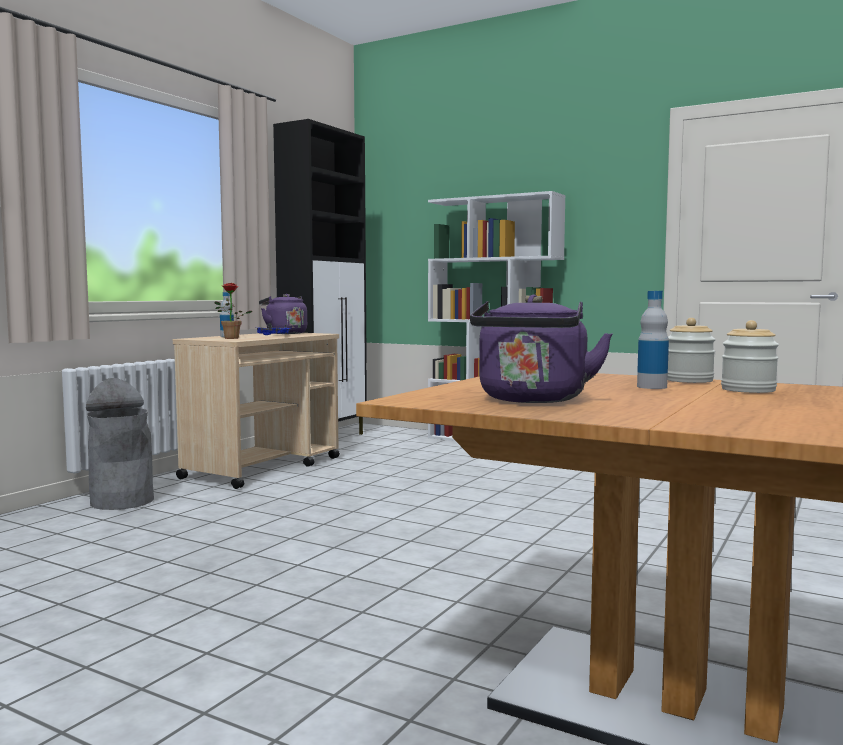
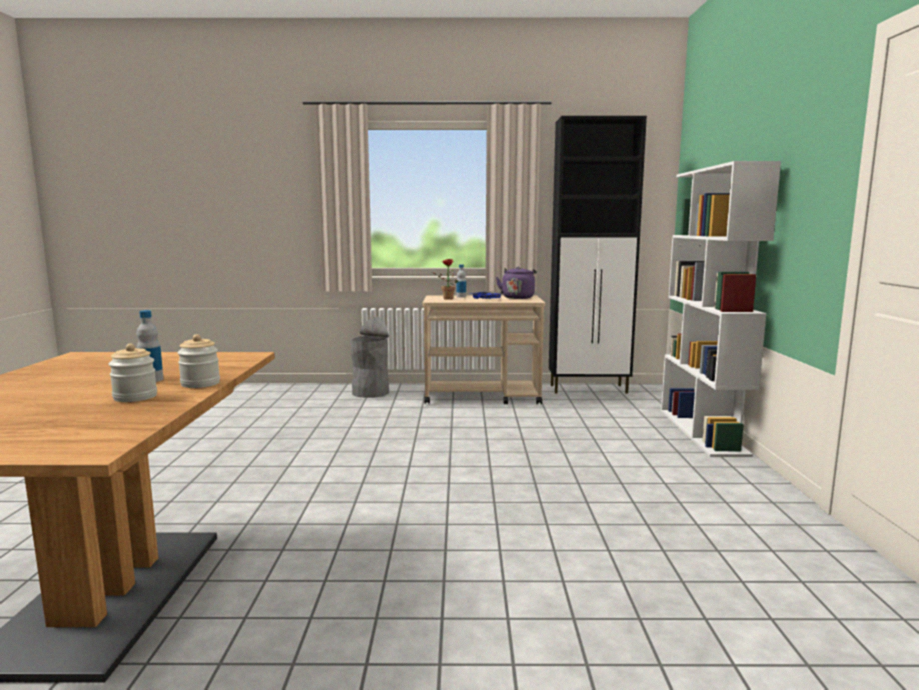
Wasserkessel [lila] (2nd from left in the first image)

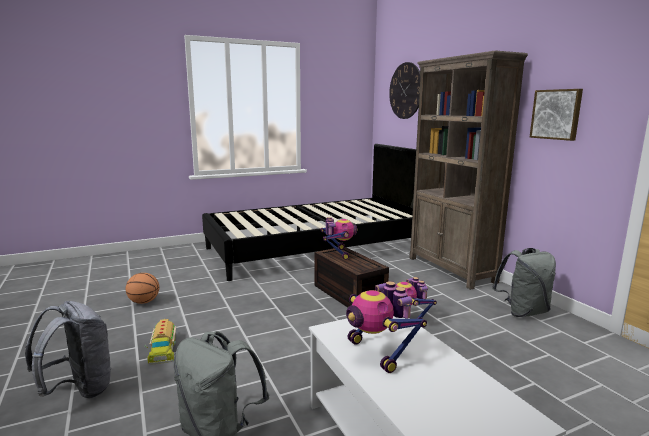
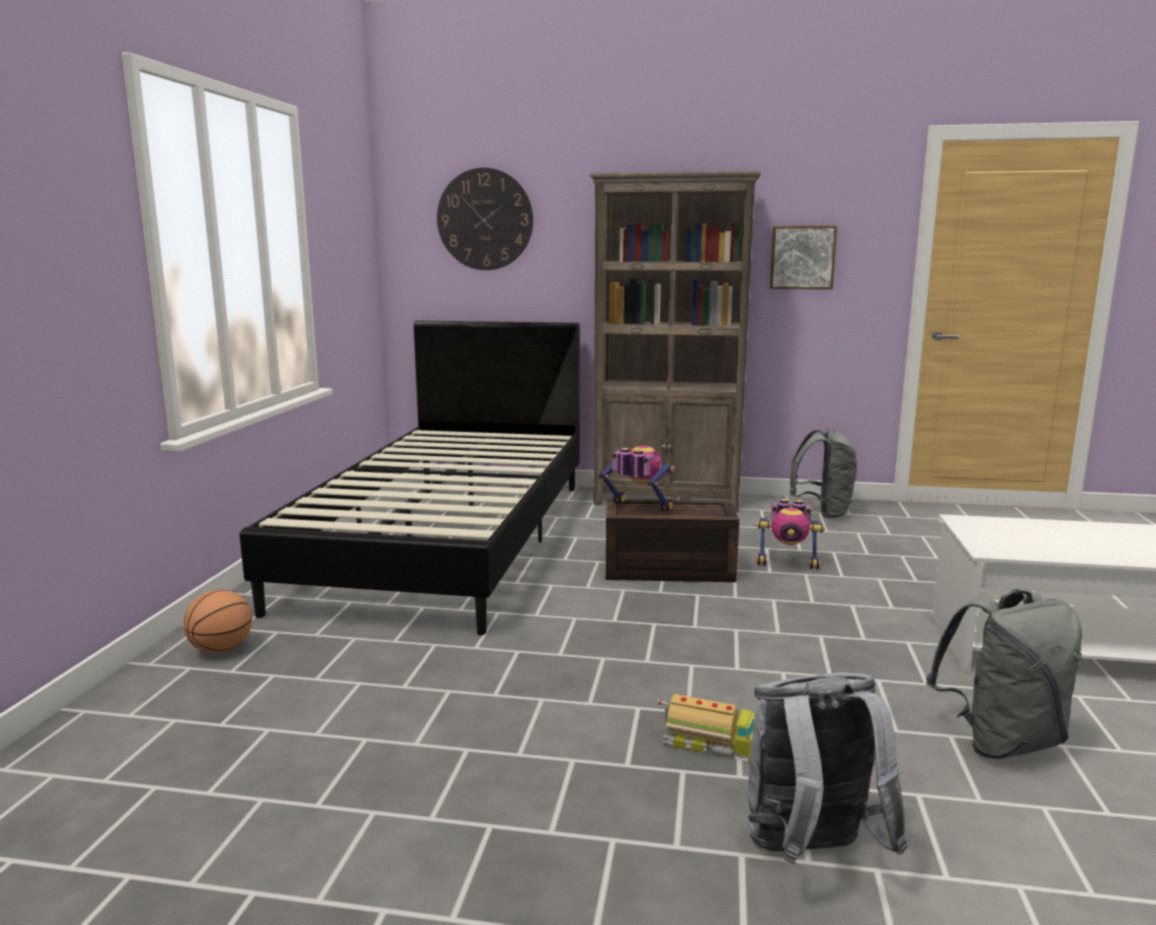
Basketball; Spielzeugroboter (2nd from left in the first image)

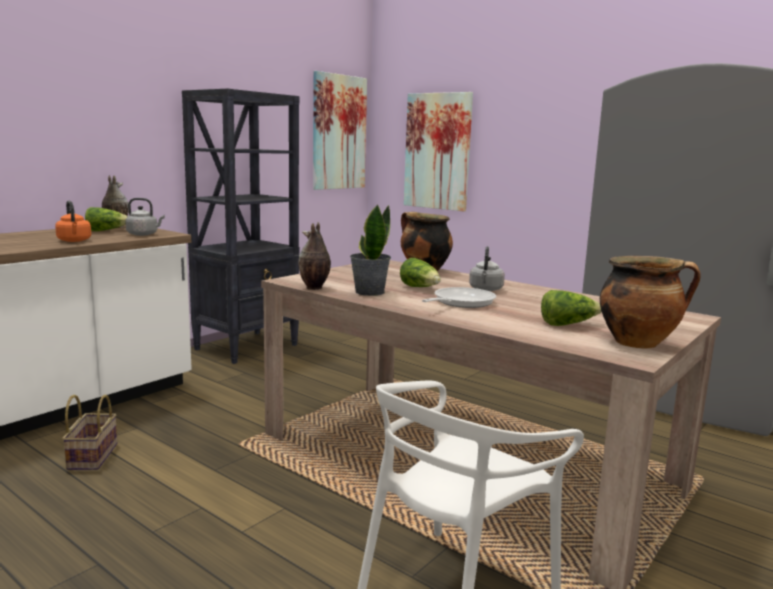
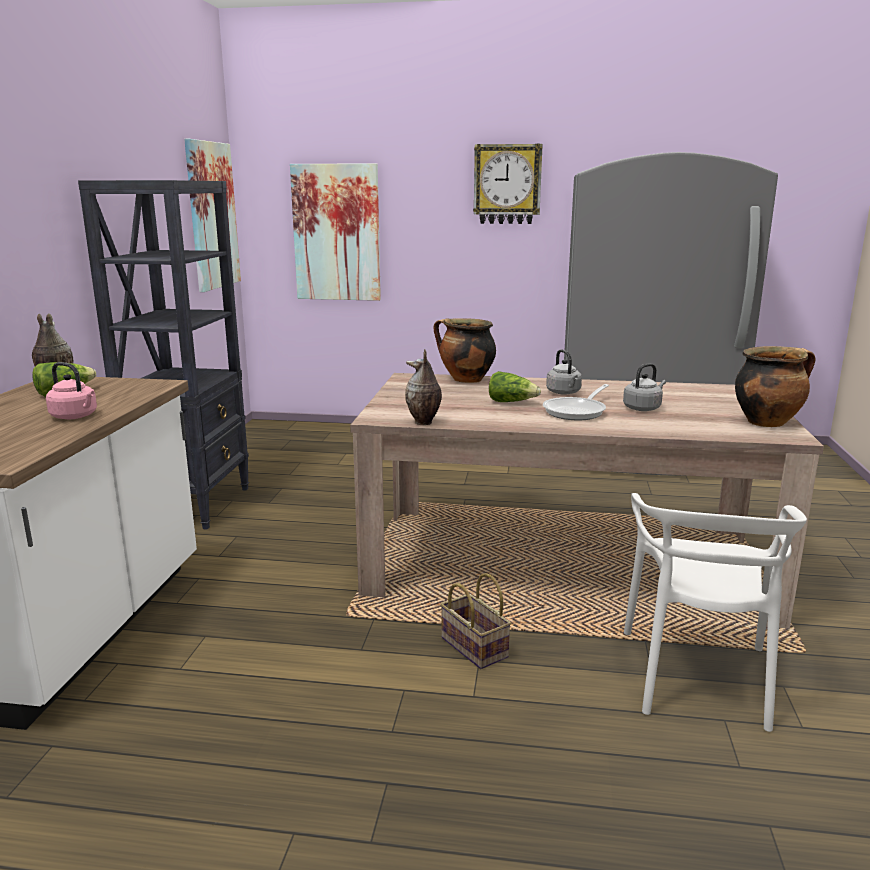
Wasserkessel [rosa]; Korb; Wasserkessel [grau] (2nd from left); Topfpflanze; Pfanne; Salatkopf (3rd from left in the first image); Wanduhr

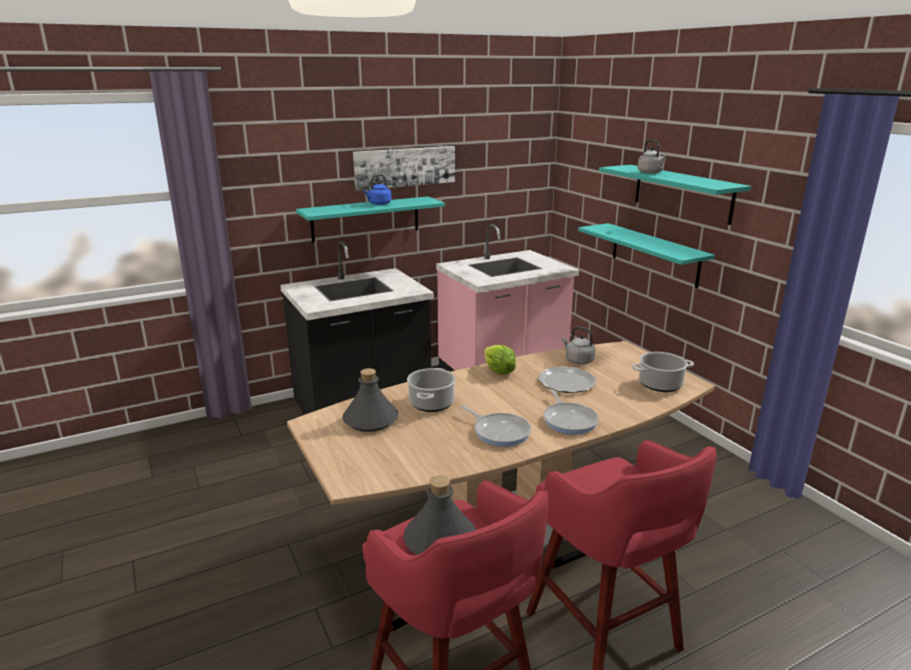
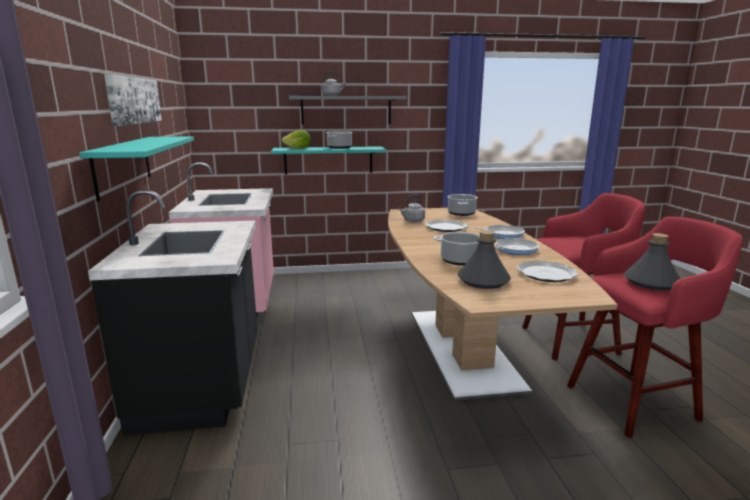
Wasserkessel [blau]; Salatkopf; Wandregal [grau]; Kochtopf (1st from left); Teller (2nd from left)

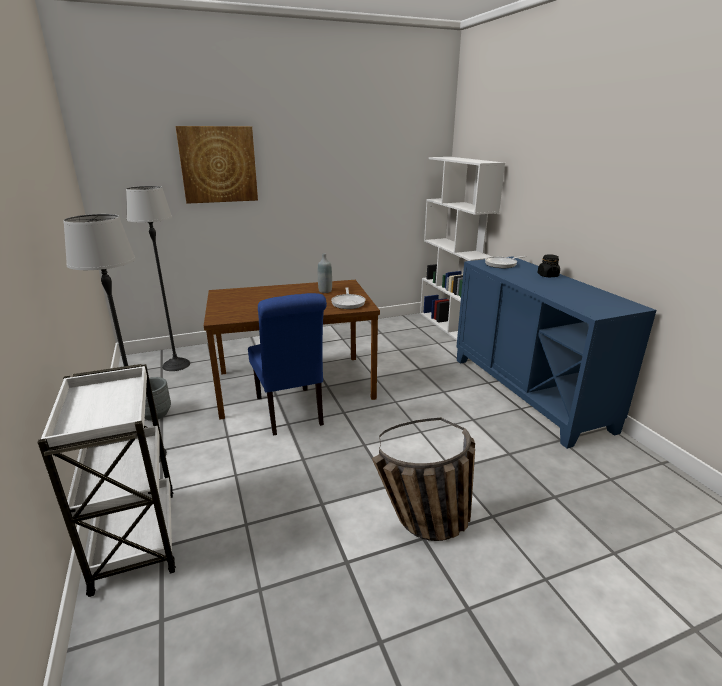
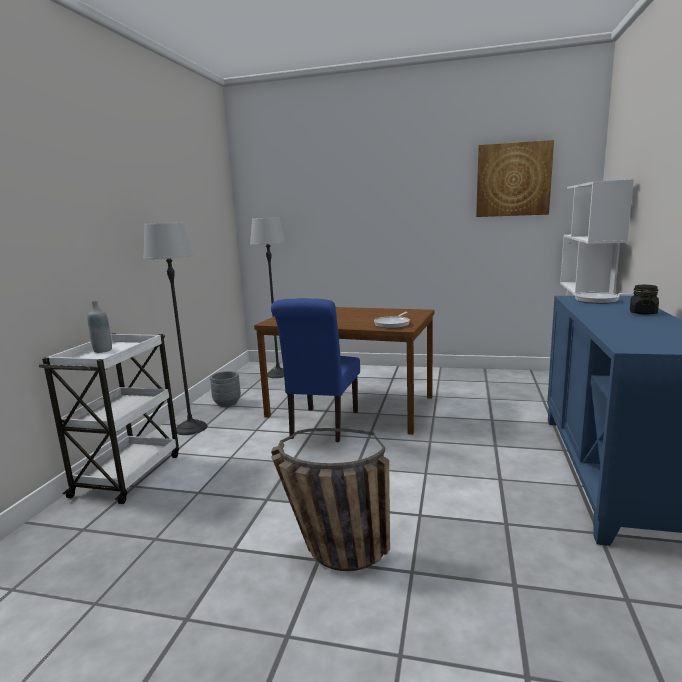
Bild; Flasche [grau]

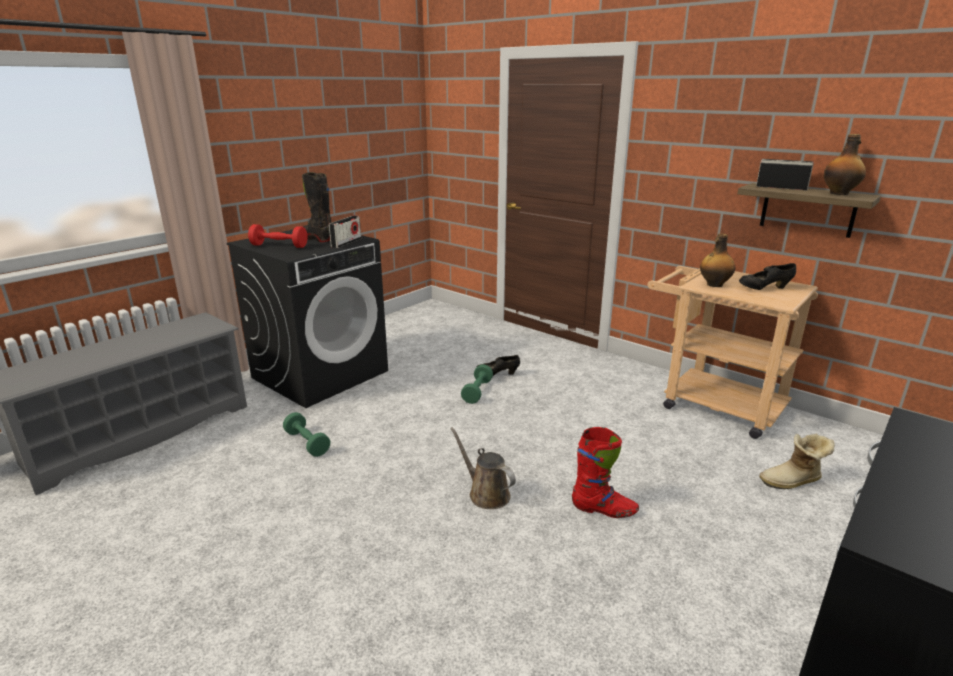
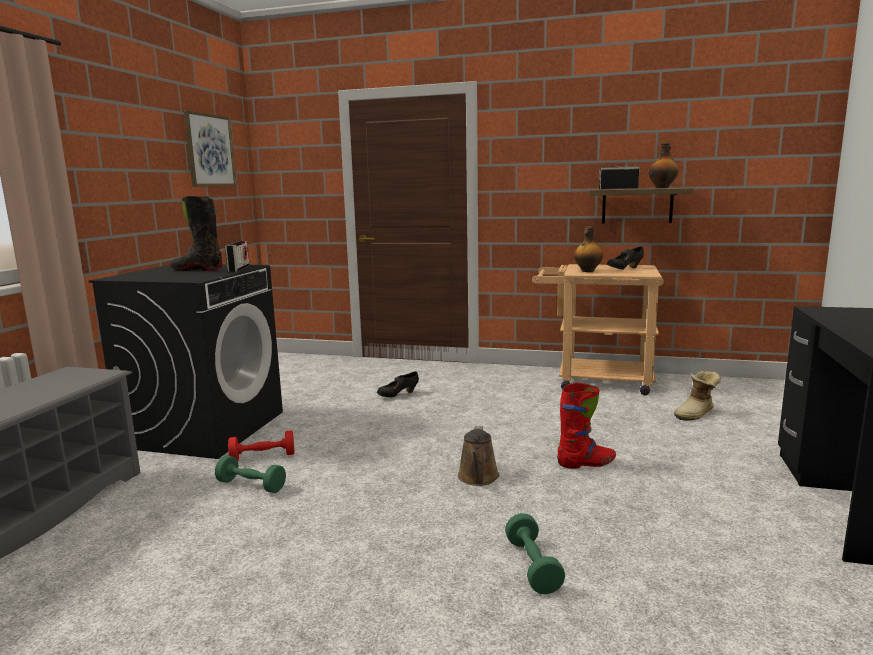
Hantel [rot]; Gießkanne [braun]; Hantel [grün] (2nd from left); Bild

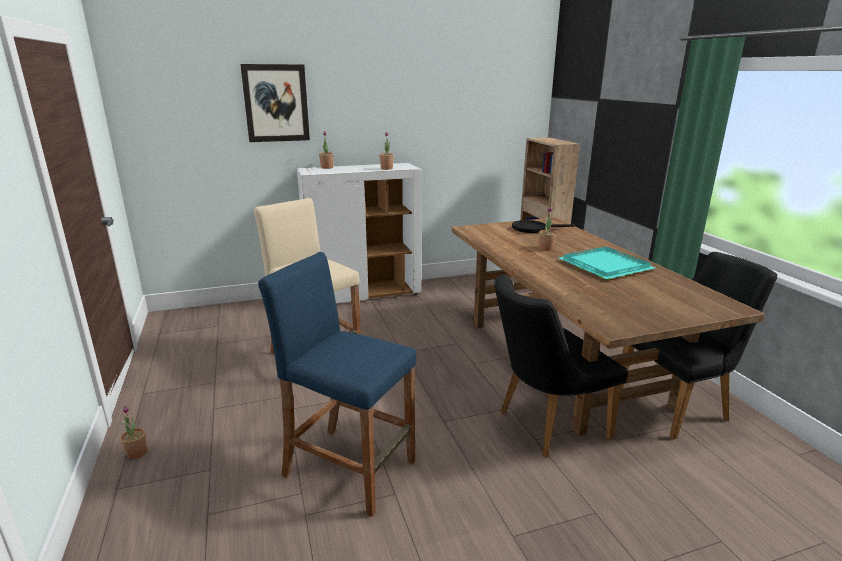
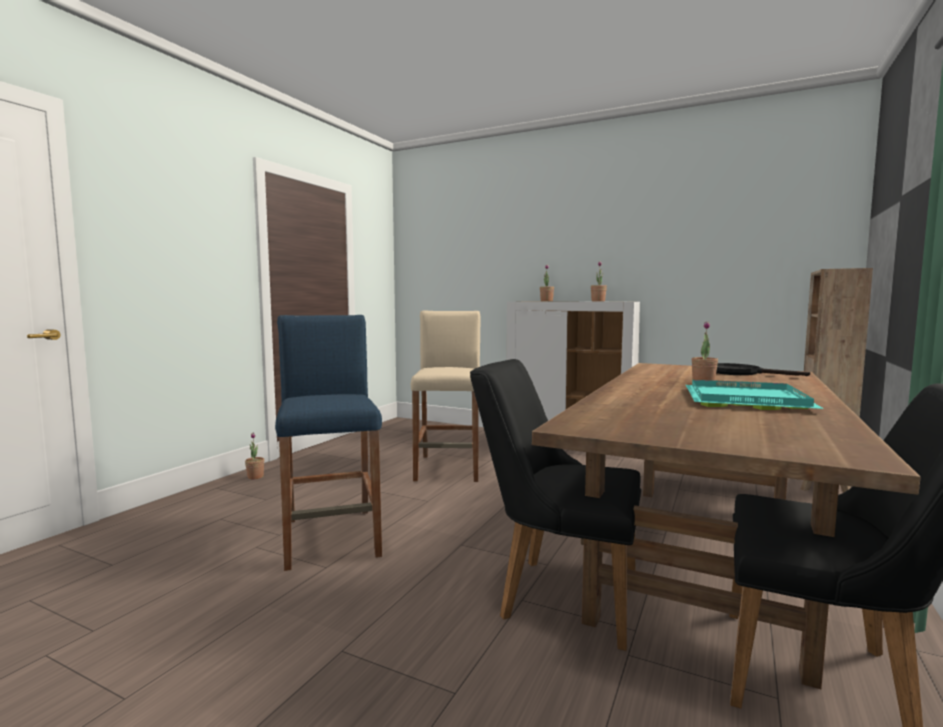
Bild

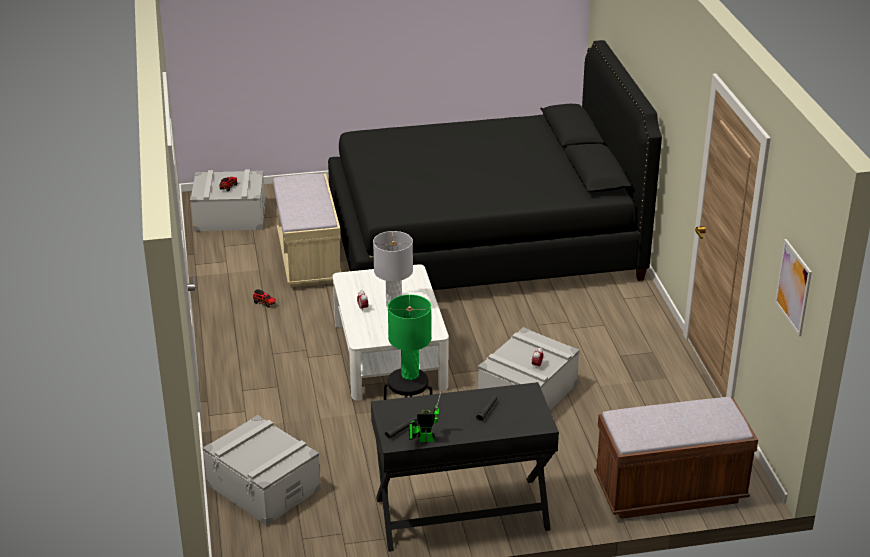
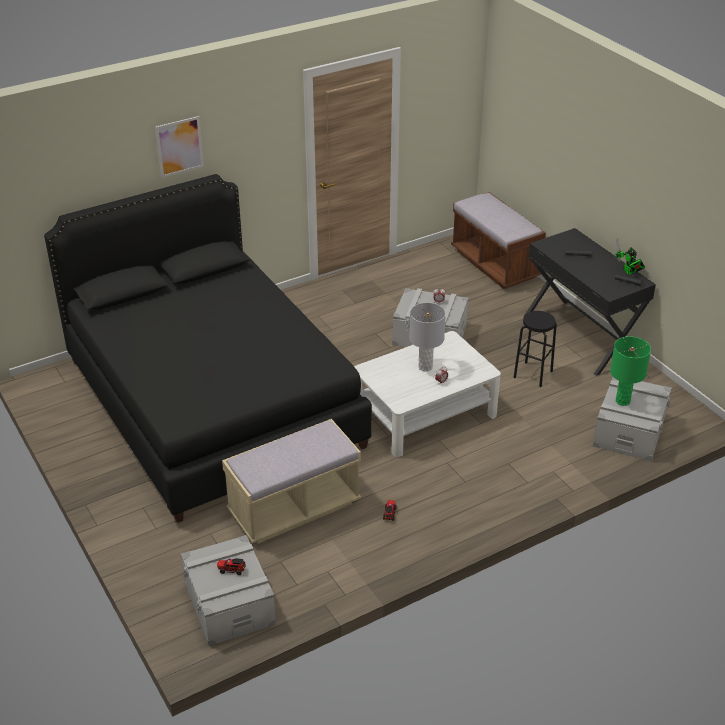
Tischlampe [grün]; Bild

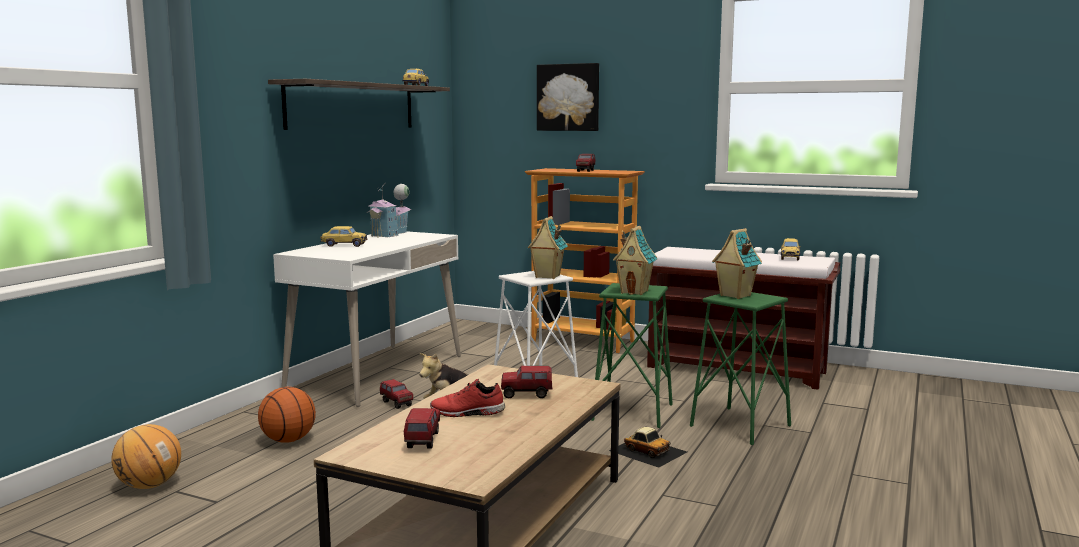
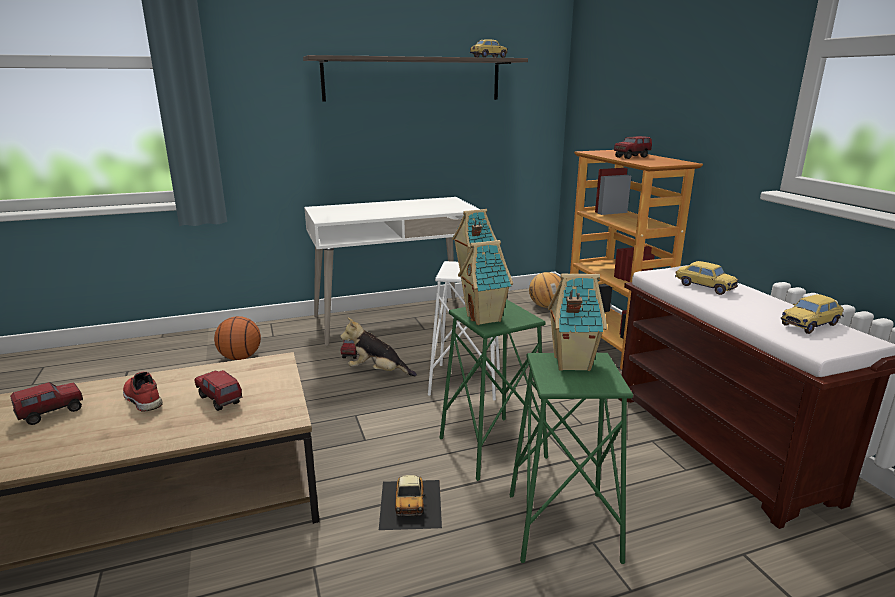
Basketball (2nd from left); Spielzeugauto (3rd from left); Spielzeughaus (1st from left in the first image); Bild

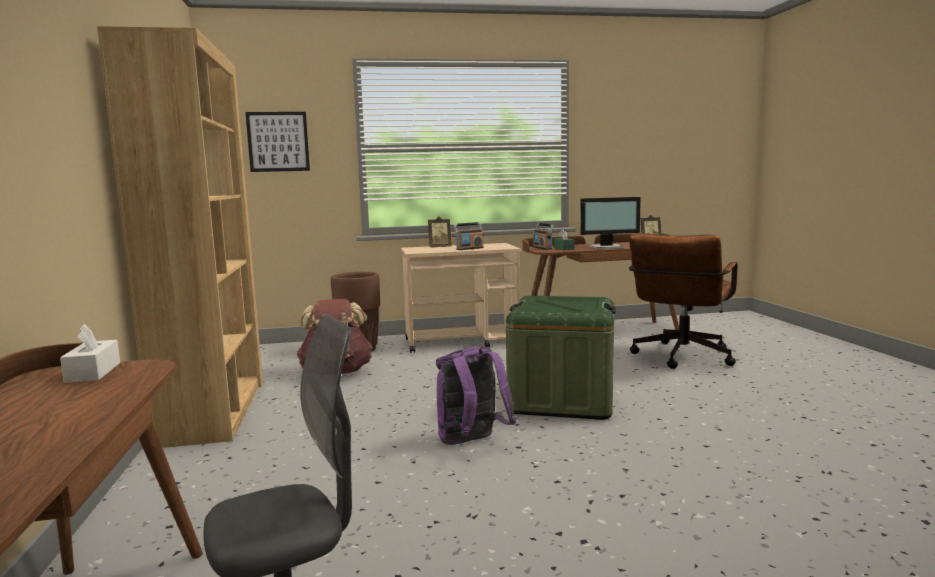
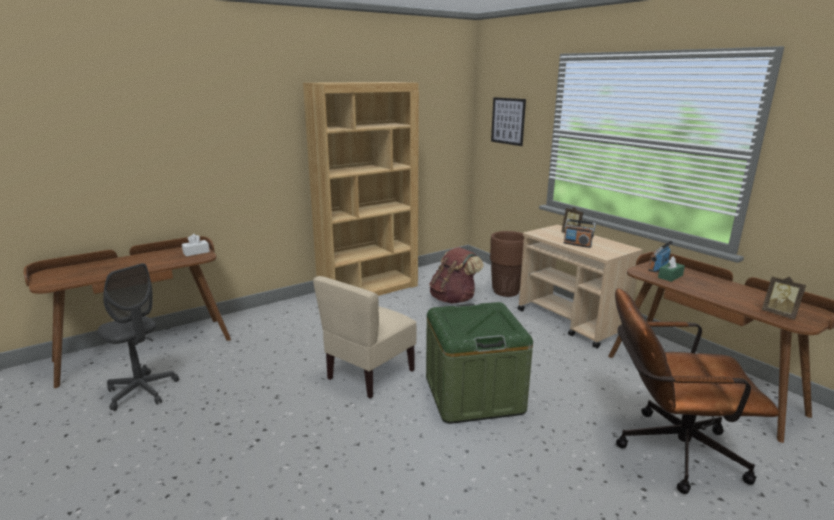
Stuhl [beige]; Monitor

